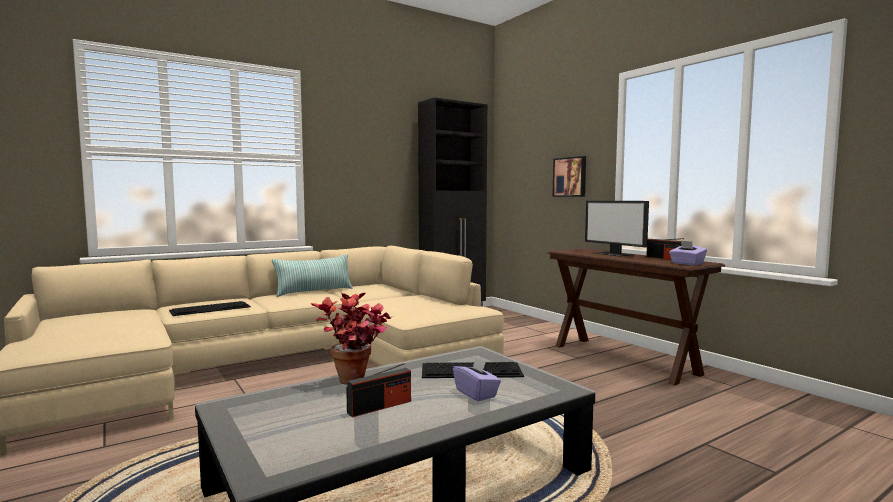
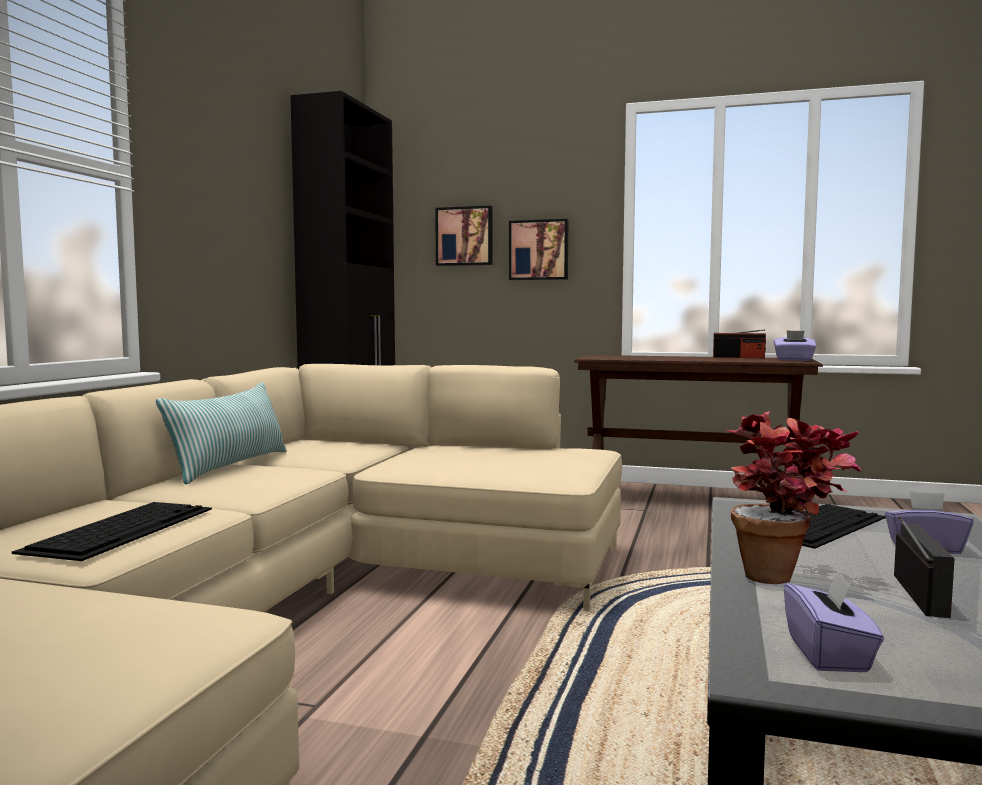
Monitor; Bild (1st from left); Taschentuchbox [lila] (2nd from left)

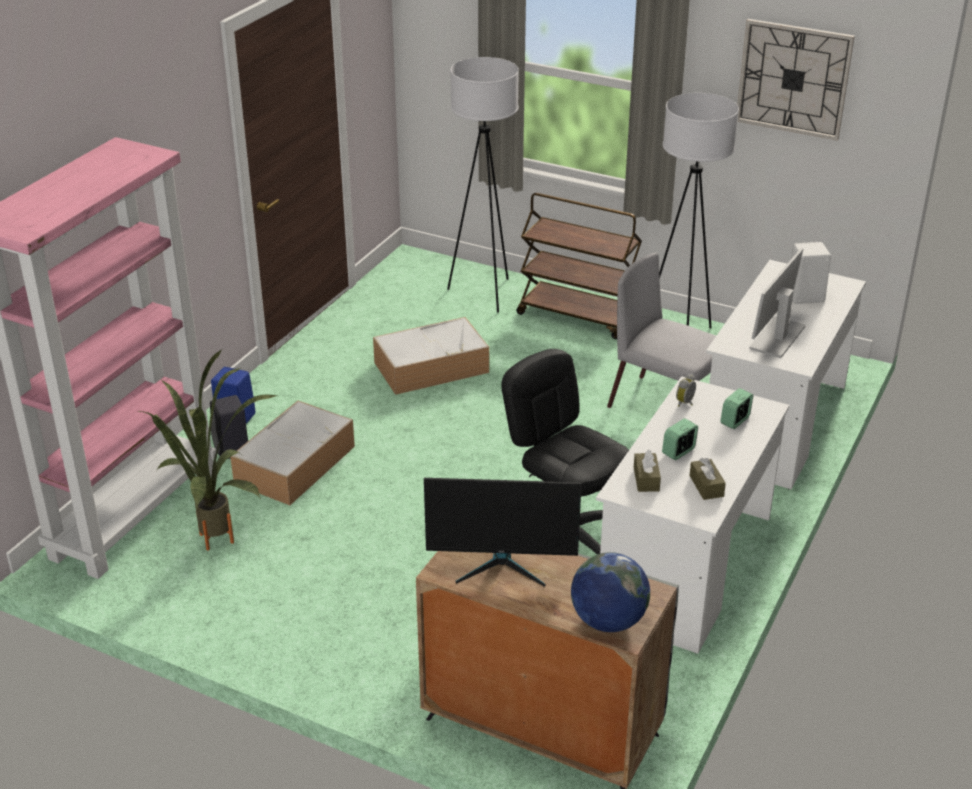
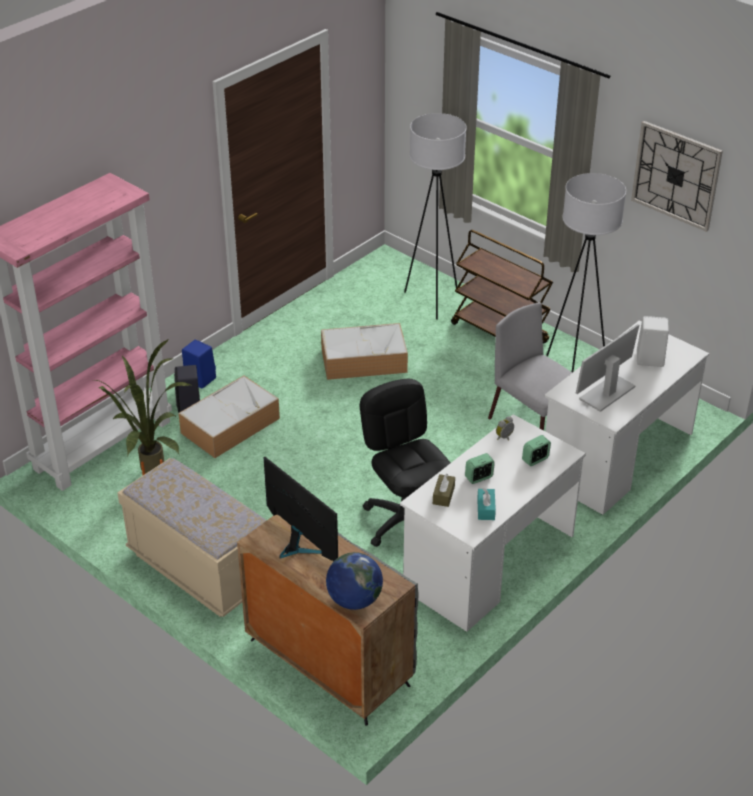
Monitor (1st from left); Taschentuchbox [türkis]; Bank [beige]

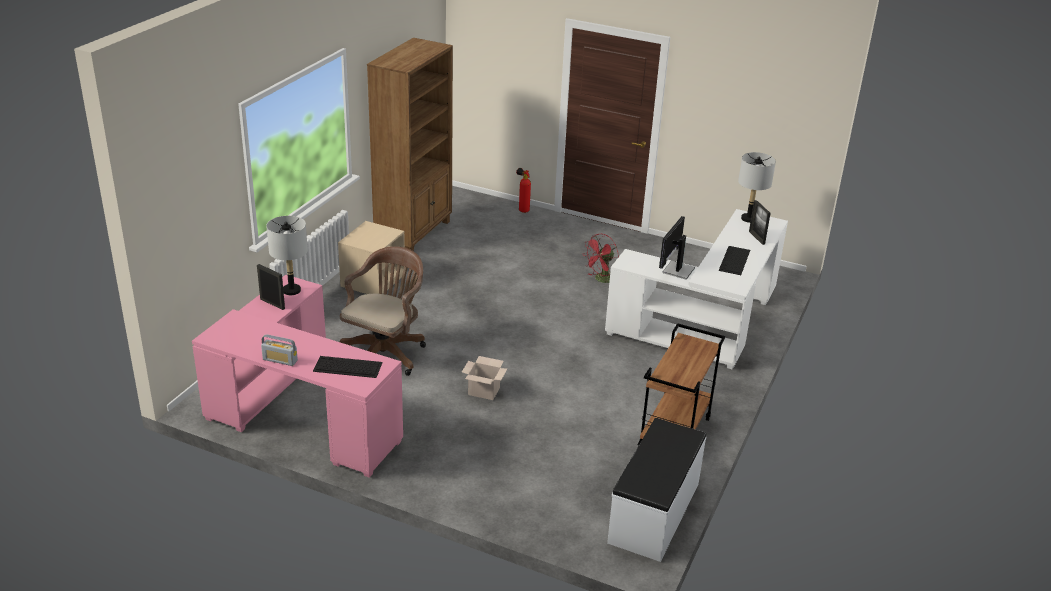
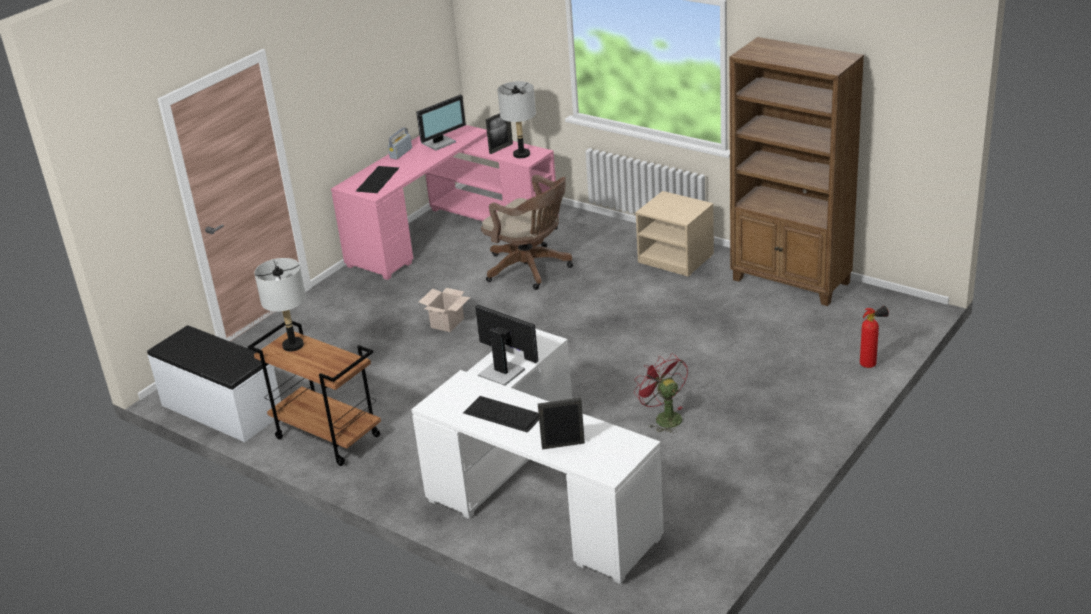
Tischlampe [grau] (1st from left); Monitor (1st from left)

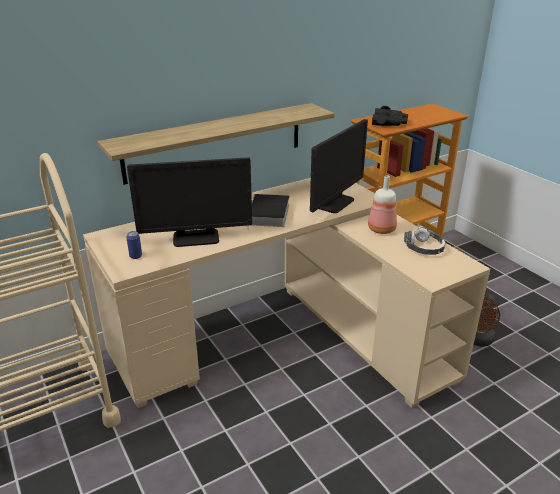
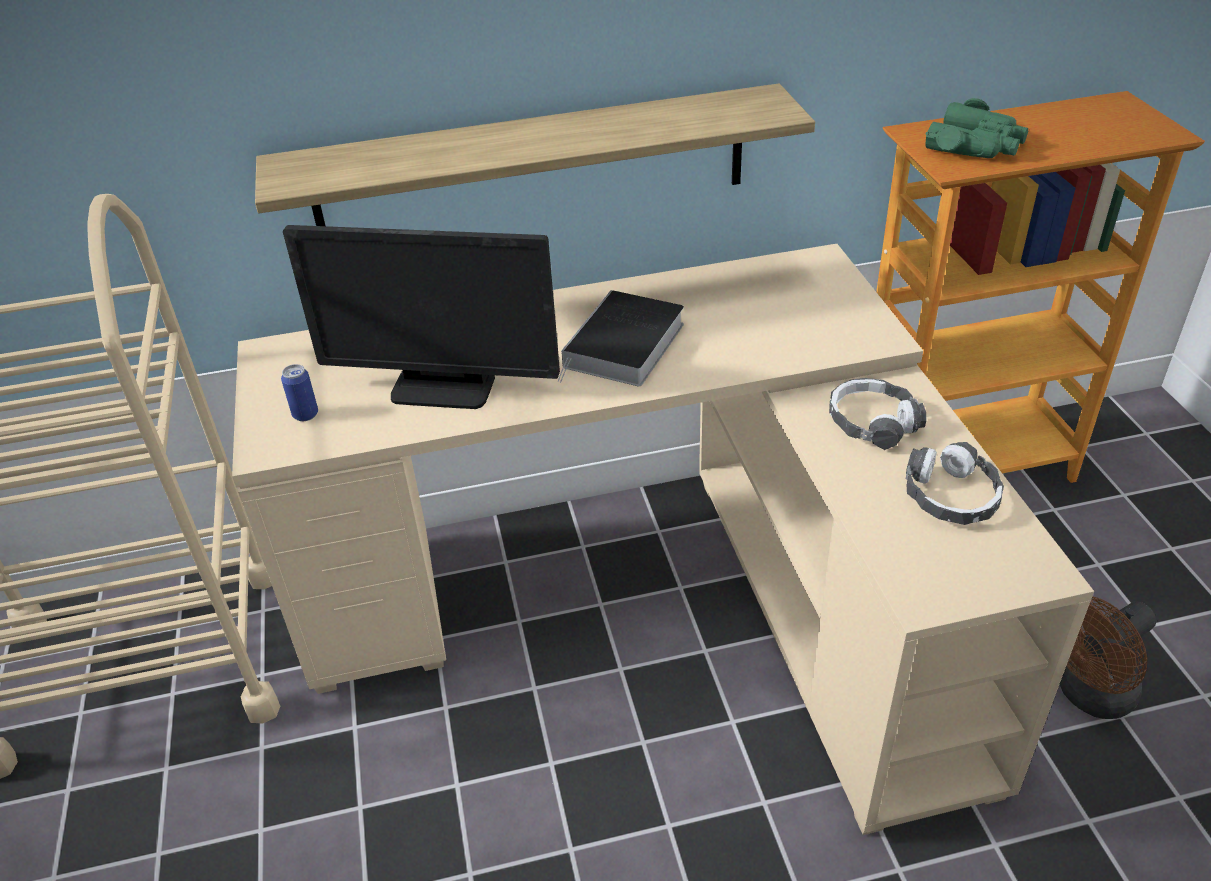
Monitor (2nd from left in the first image); Kopfhörer (1st from left); Fernglas [grün]

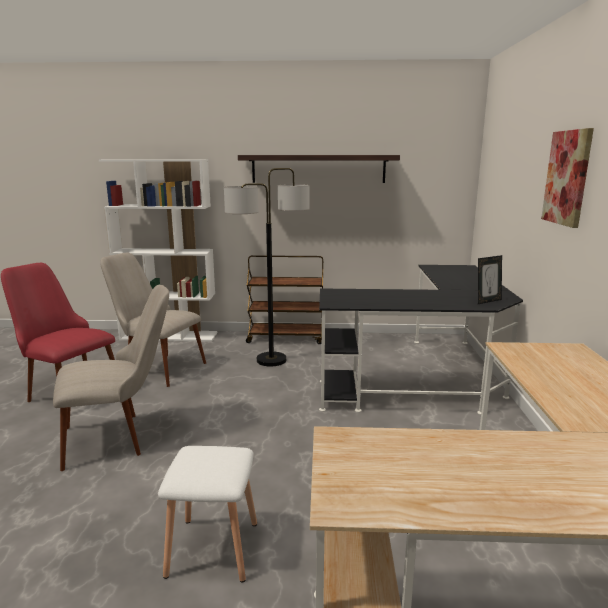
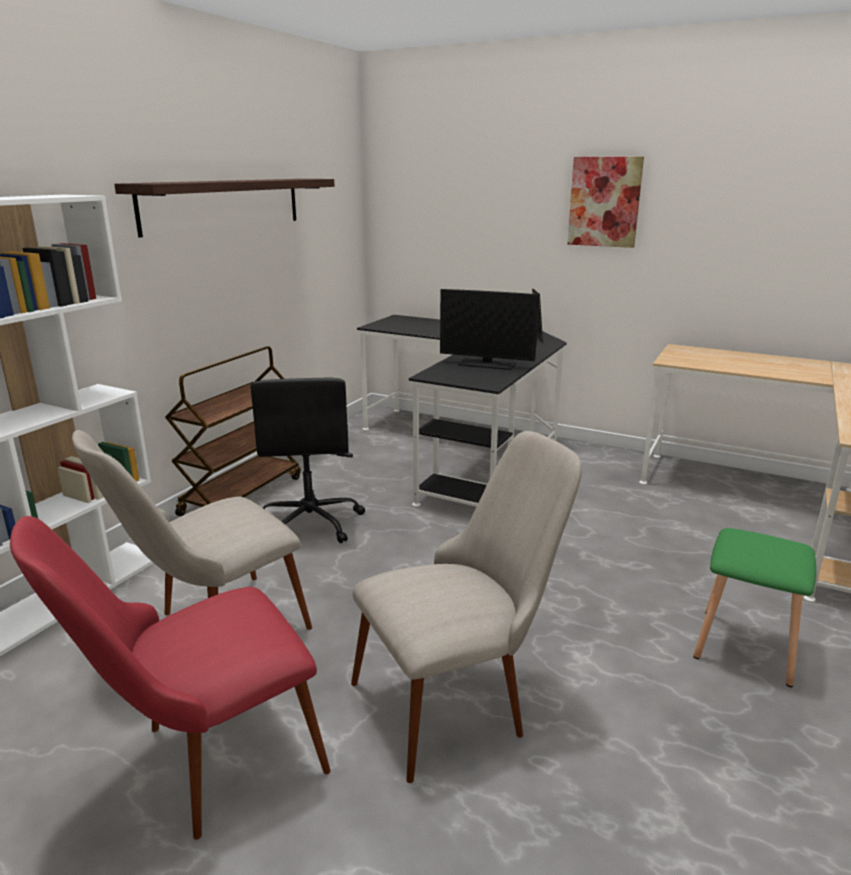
Stuhl [beige] (2nd from left); Hocker [grün]; Bürostuhl [schwarz]; Monitor

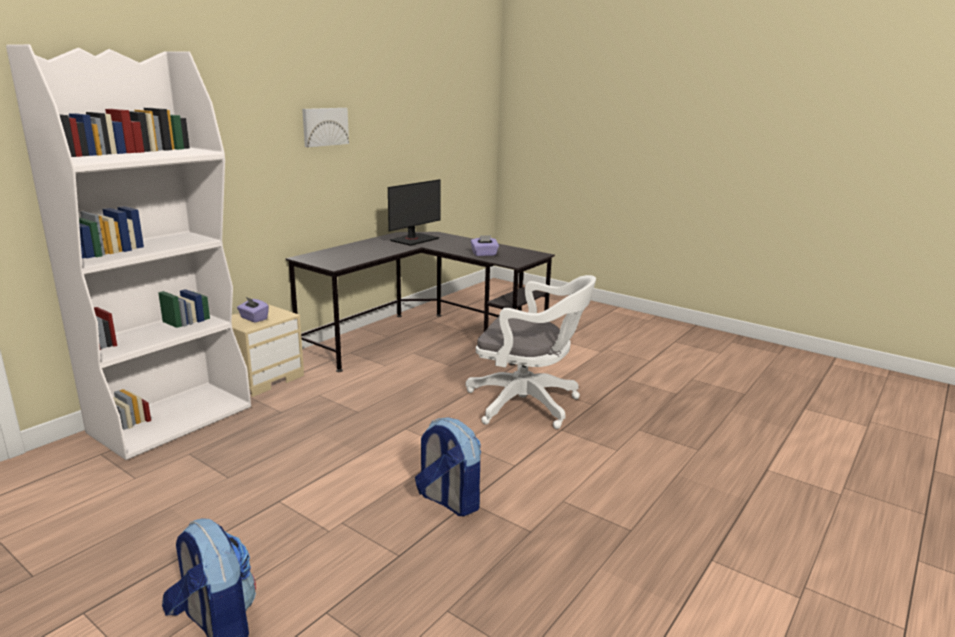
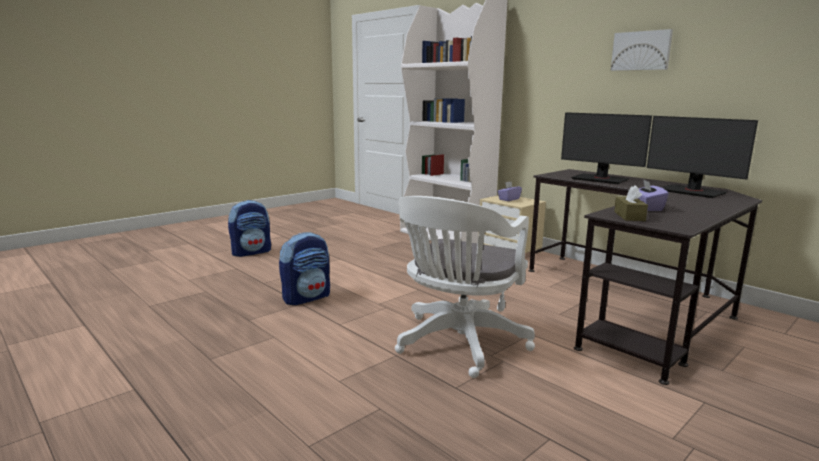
Monitor (1st from left); Taschentuchbox [braun]

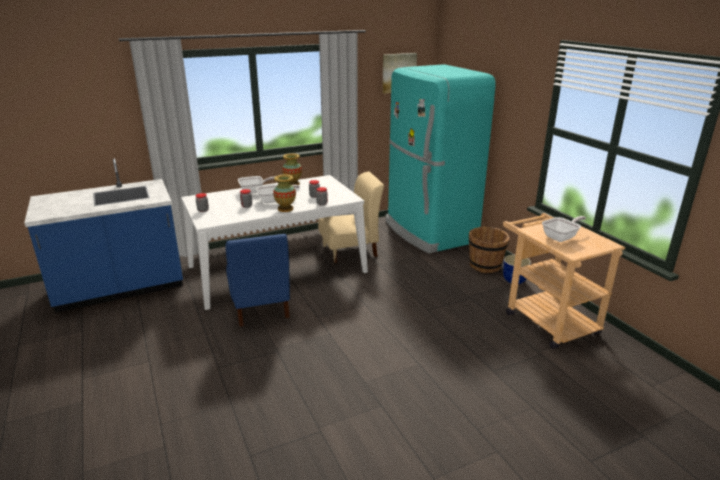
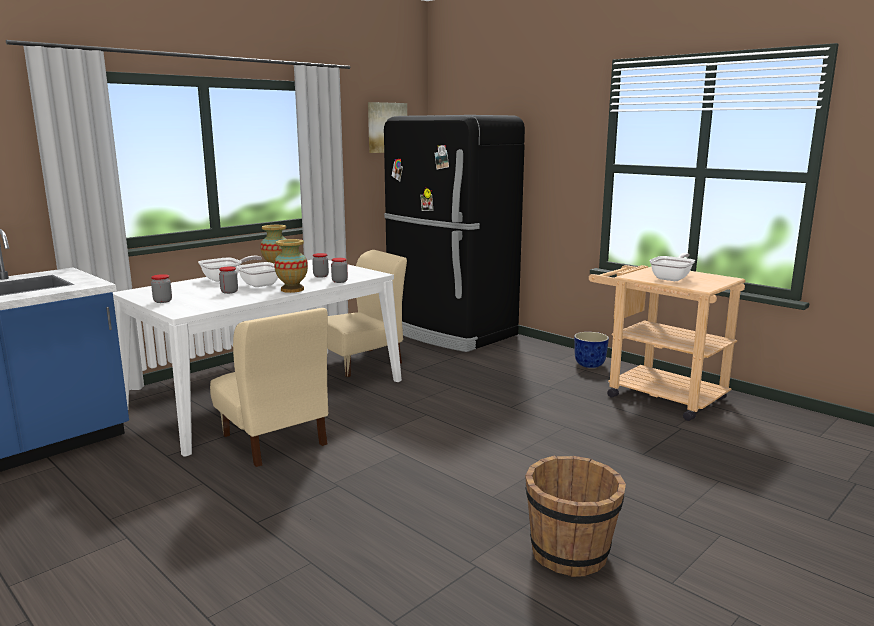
Stuhl [beige] (1st from left); Kühlschrank [schwarz]; Eimer [braun]

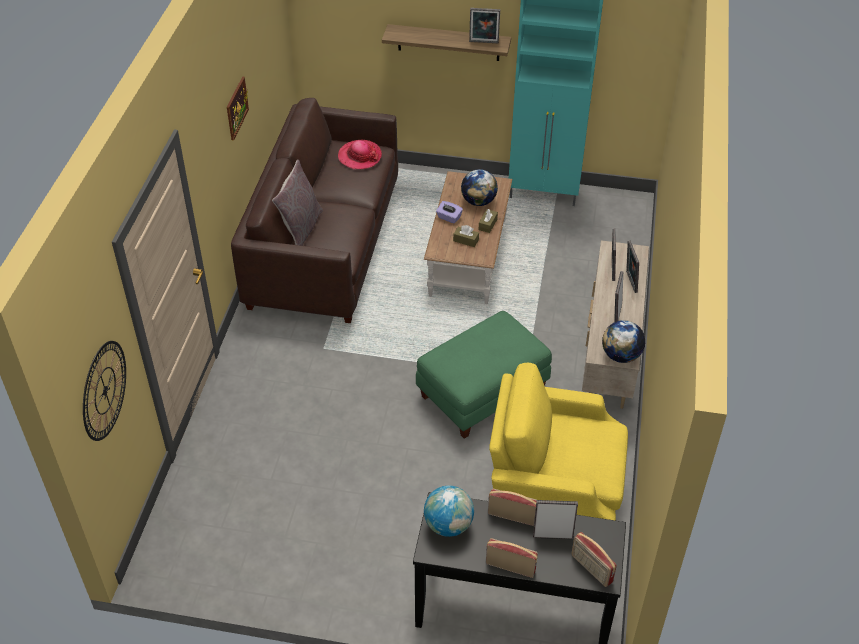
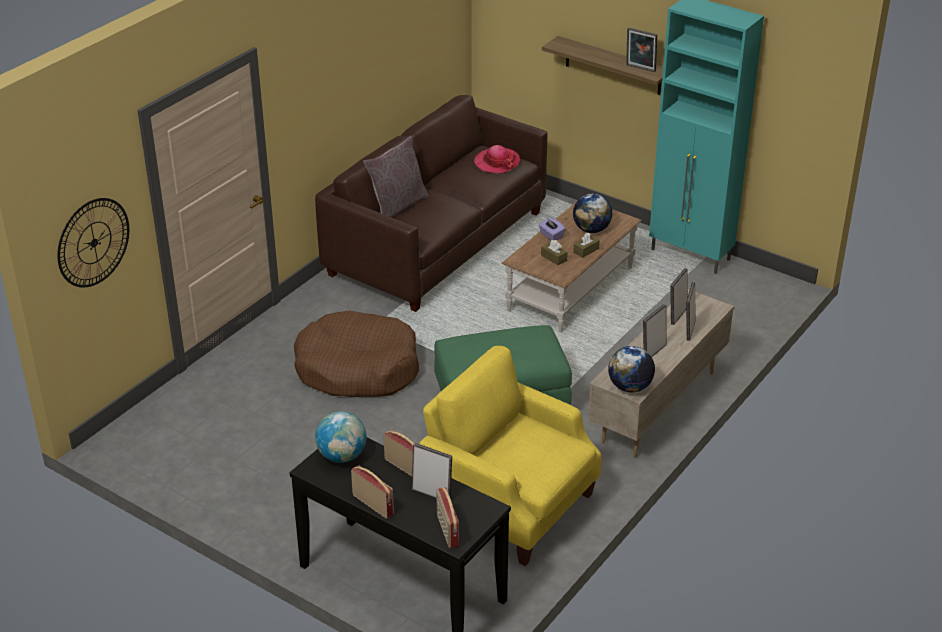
Bild; Hundebett [braun]

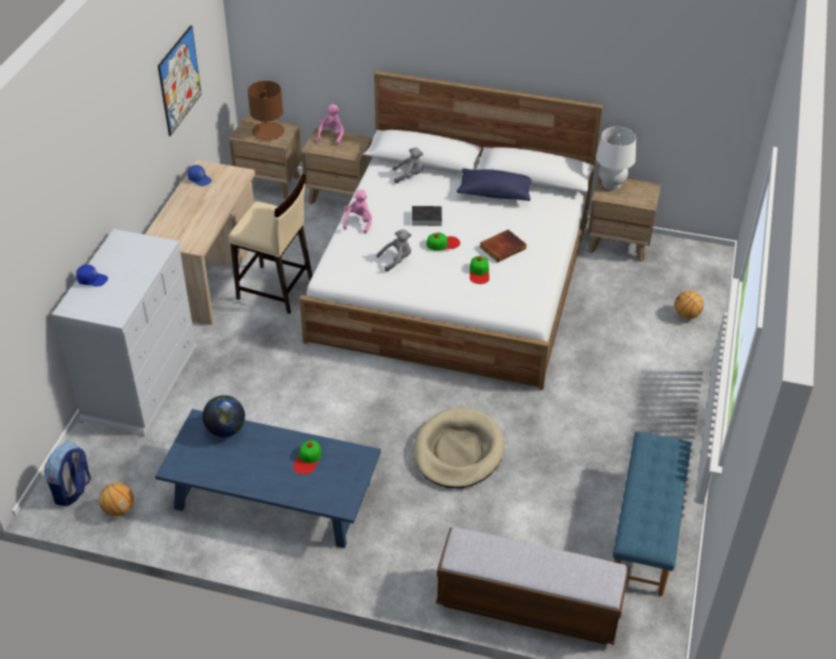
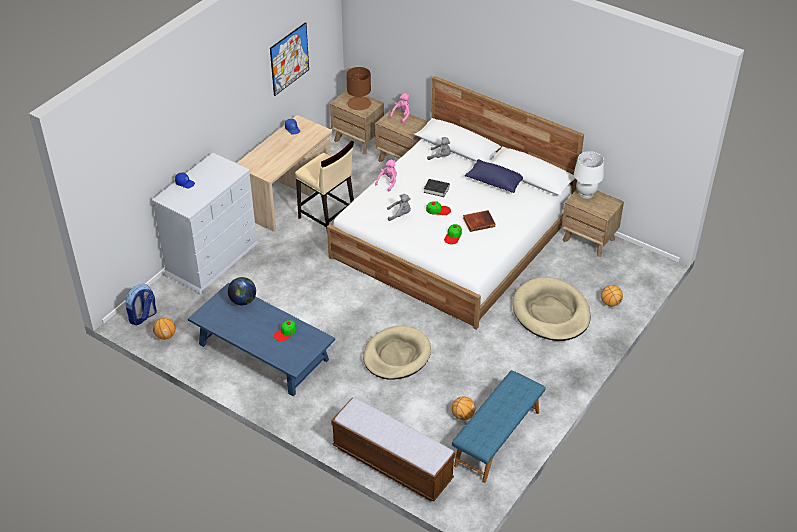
Basketball (2nd from left); Hundebett [beige] (2nd from left)

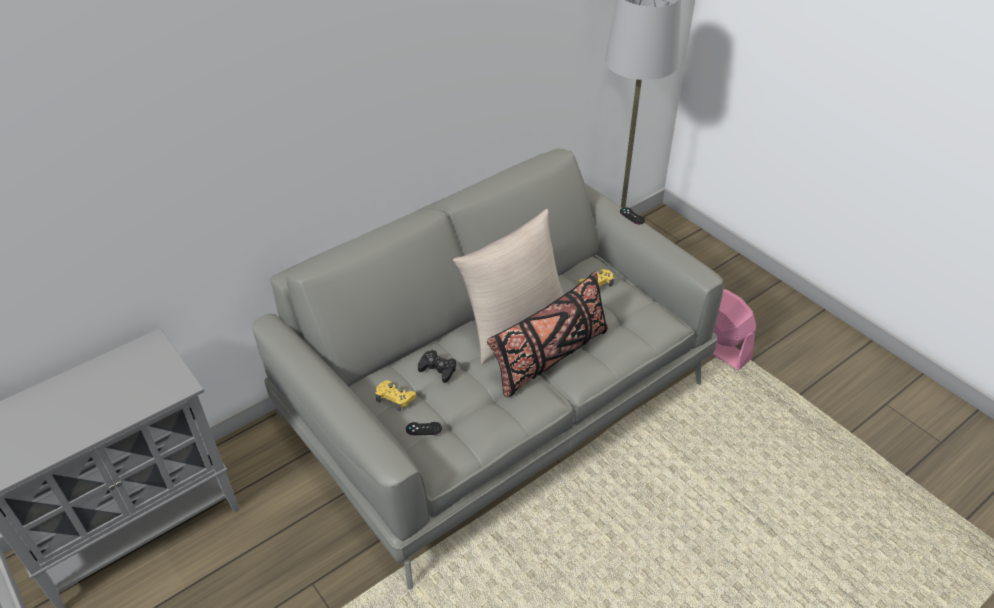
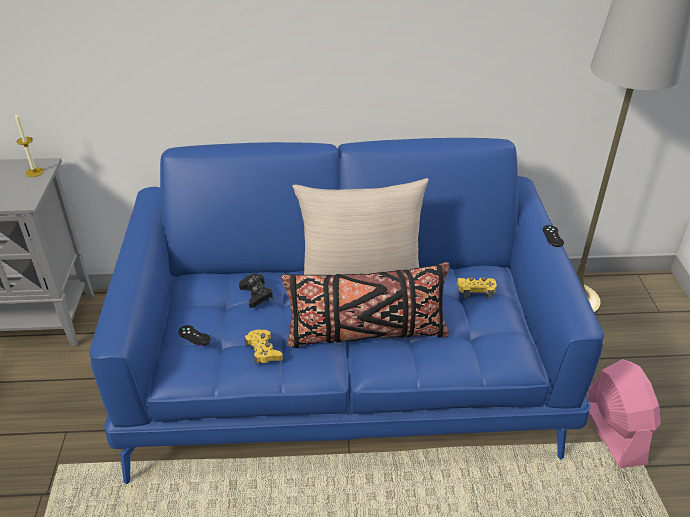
Sofa [blau]; Gamepad [gelb] (1st from left); Kerze

